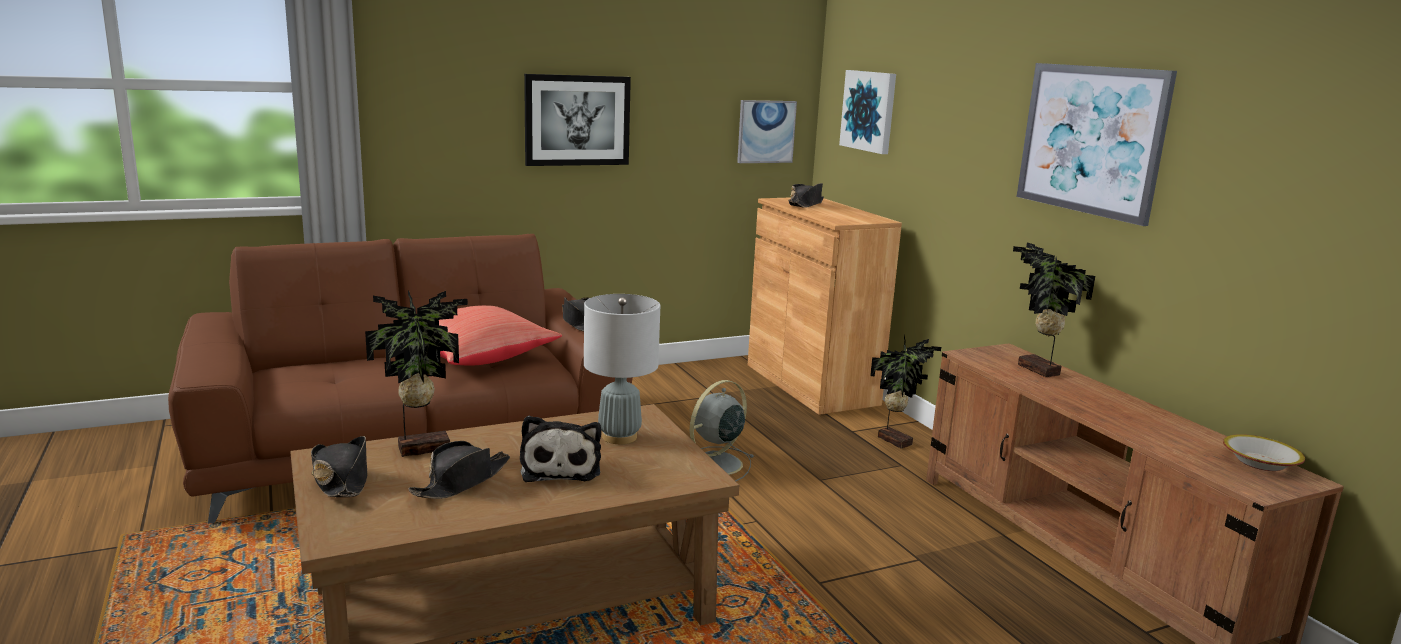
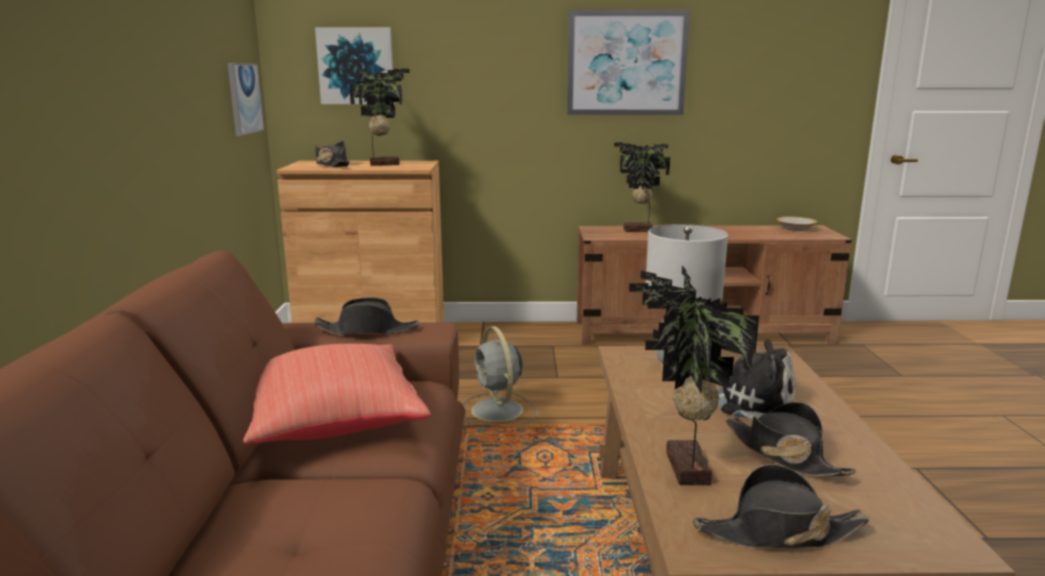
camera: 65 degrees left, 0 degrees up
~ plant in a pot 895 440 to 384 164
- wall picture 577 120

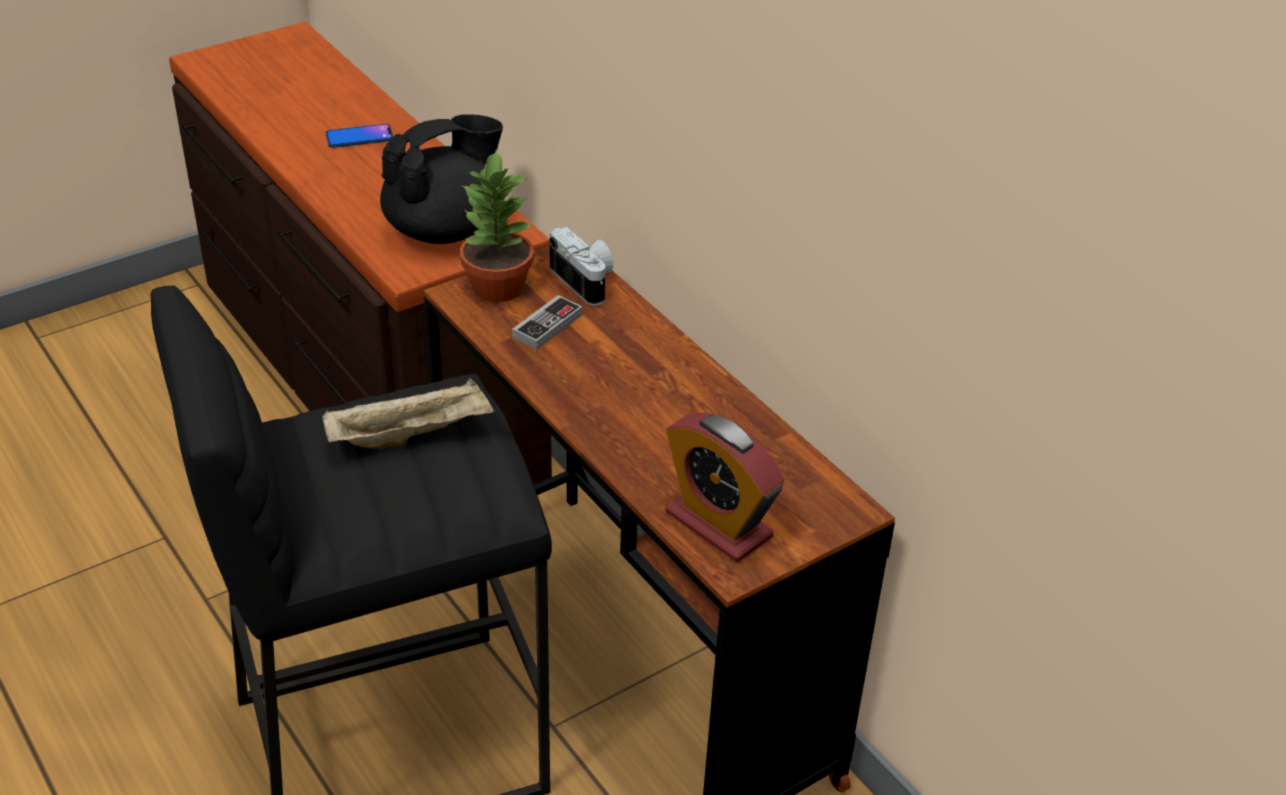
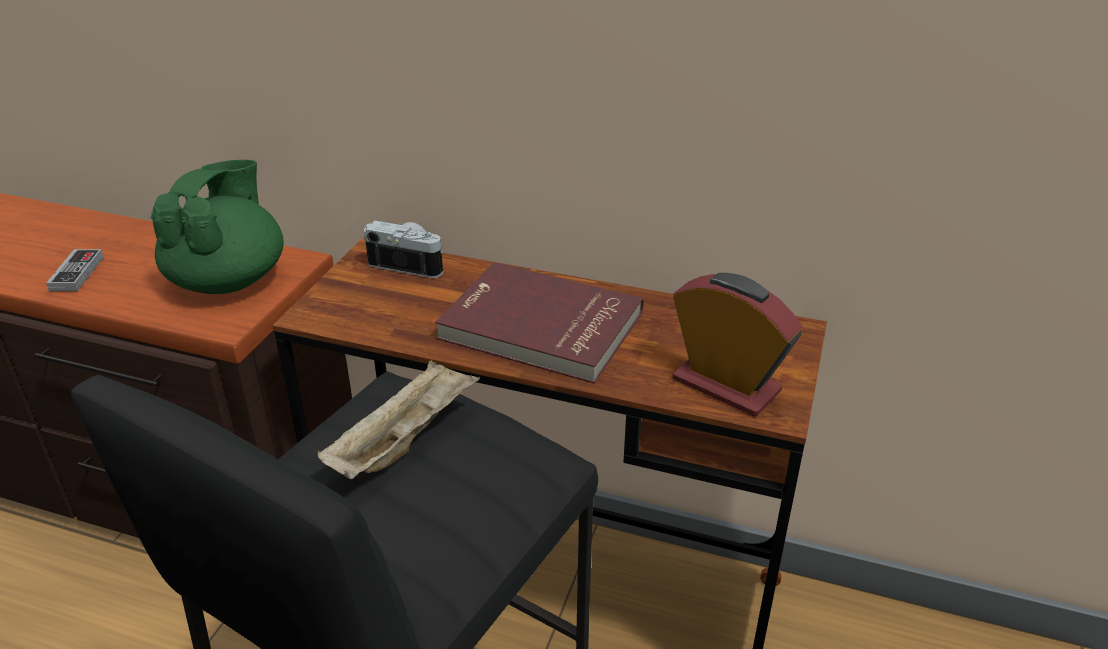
camera: 35 degrees left, 5 degrees down
~ game controller 547 326 to 77 273
~ blackish tea pot 445 230 to green tea pot 229 280
+ red-coloured bound book 539 328
~ bedside clock 718 524 = 726 385 150 degrees counterclockwise
- handset 359 137
- plant in a pot 497 288

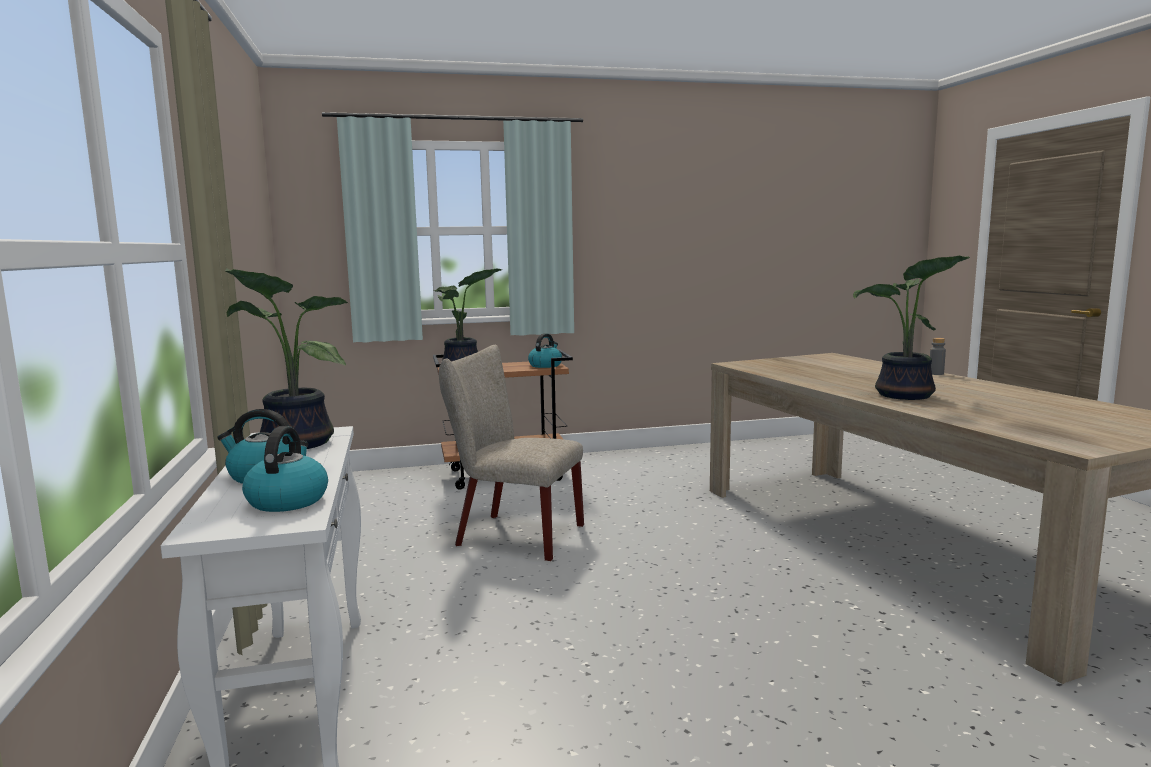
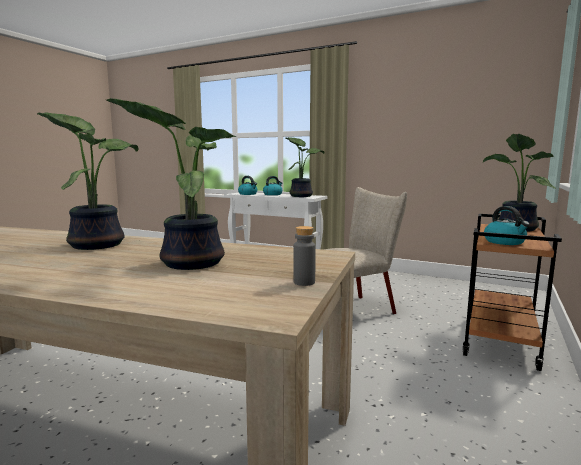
camera: 130 degrees right, 0 degrees up
+ plant in a pot 190 262
~ gray beverage bottle 936 374 to 304 282

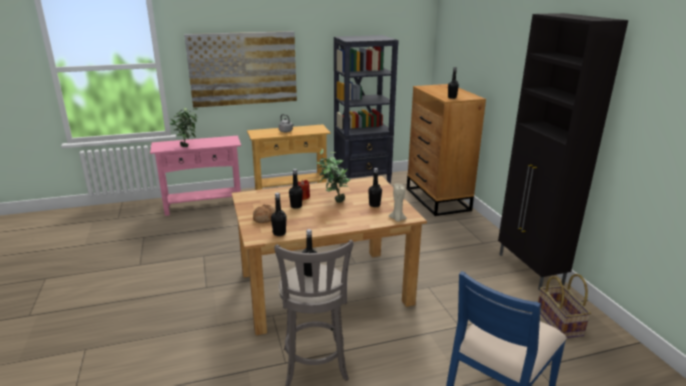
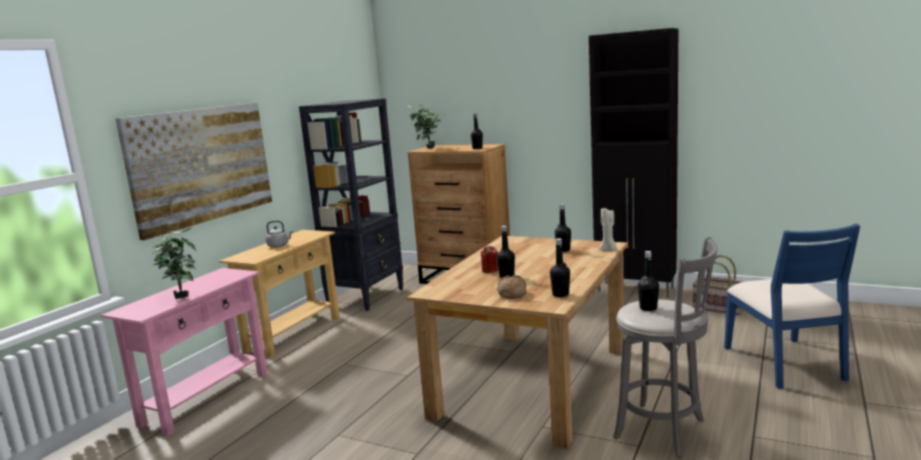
camera: 45 degrees left, 10 degrees down
~ plant in a pot 333 201 to 427 148

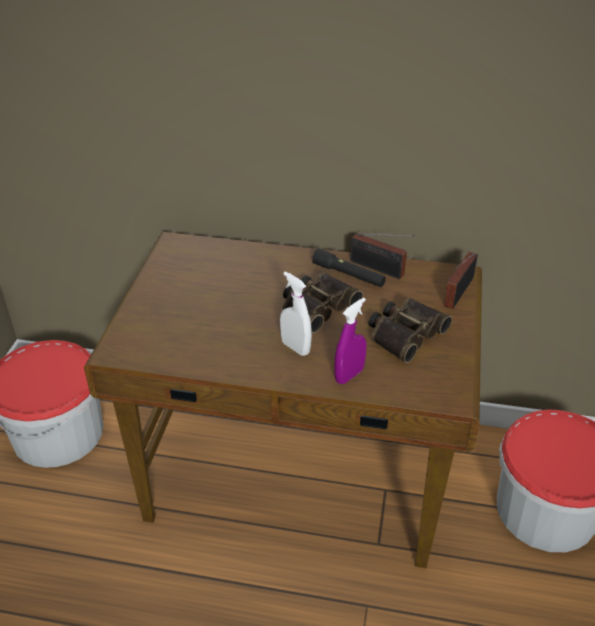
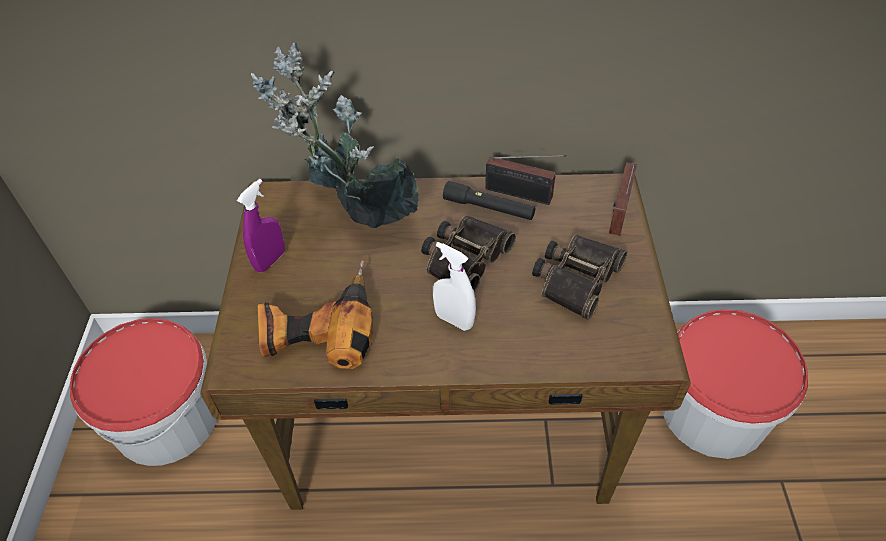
camera: 10 degrees left, 10 degrees up
~ purple spray bottle 349 375 to 270 260
+ plant in a pot 355 216
+ power drill 318 326

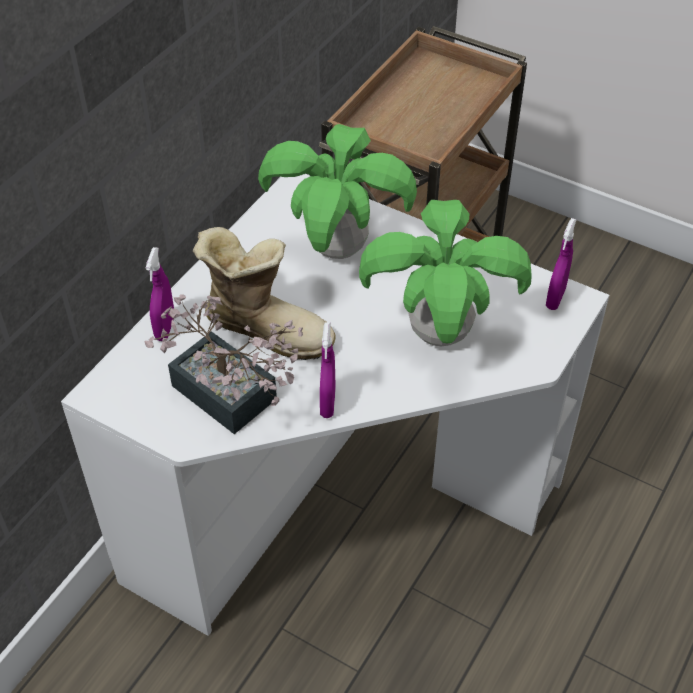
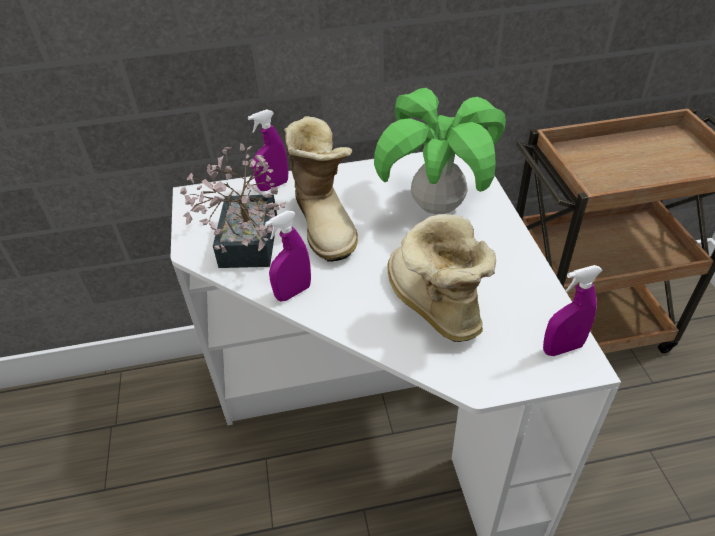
camera: 50 degrees right, 5 degrees down
~ plant in a pot 440 334 to high-top boot 431 306

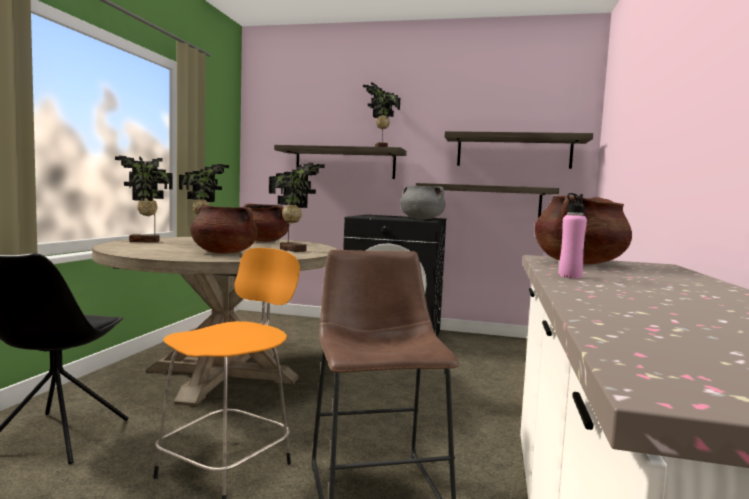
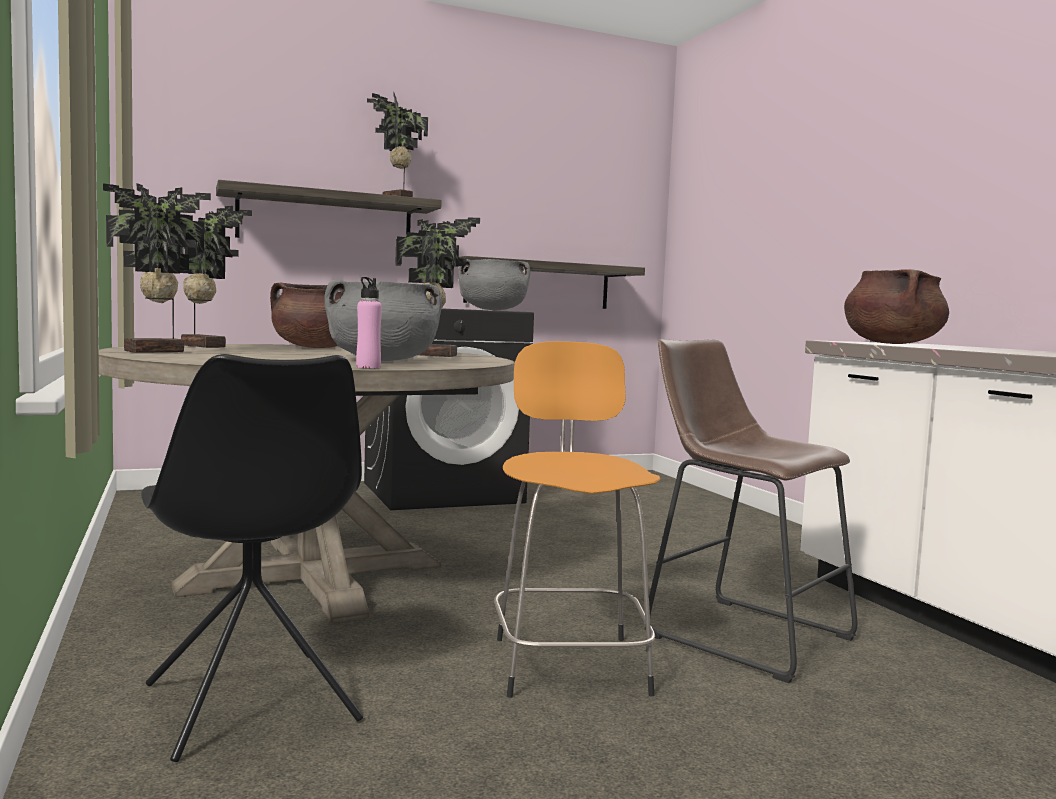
camera: 35 degrees left, 0 degrees up
~ brown-coloured stockpot 223 253 to gray stockpot 382 360
~ pink-coloured beverage bottle 569 276 to 368 367
- shelf 514 152

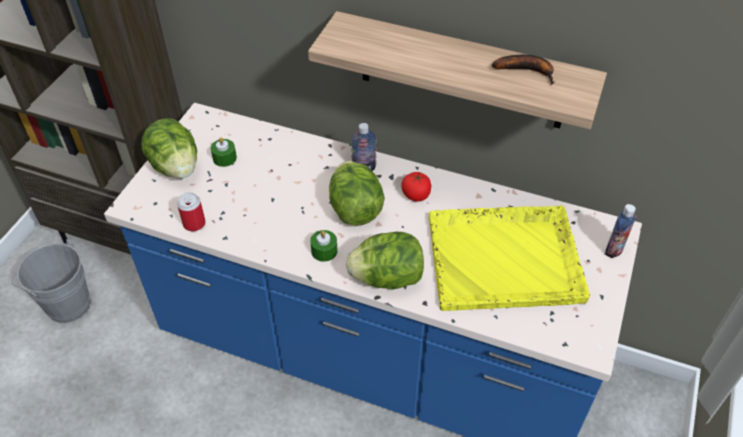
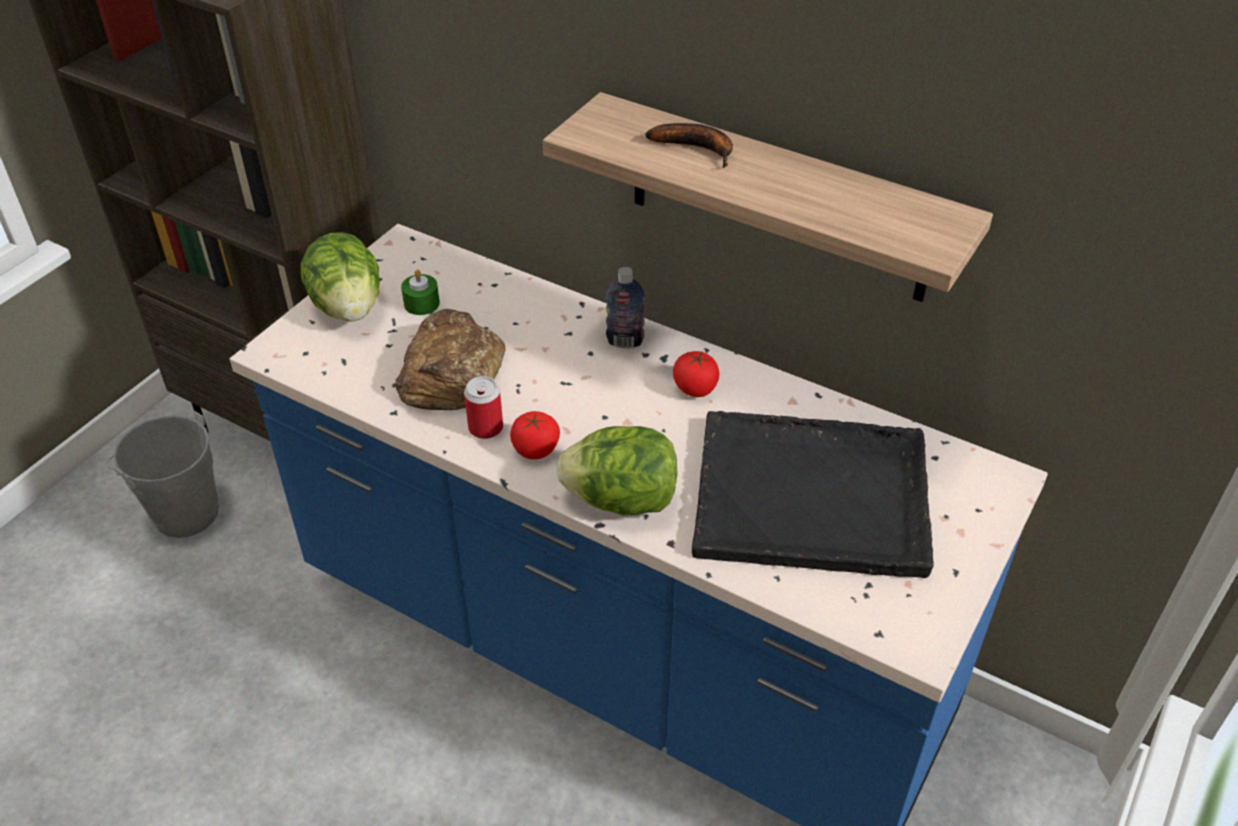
camera: 10 degrees right, 5 degrees down
+ bakery bread 451 372
~ sealed can 194 224 to 485 428
~ green wax candle 324 251 to whole tomato 535 449
~ banana 527 71 to 698 148
~ yellow-coloured serving tray 506 259 to blackish serving tray 814 497
- lettuce head 355 209
- beverage bottle 614 250

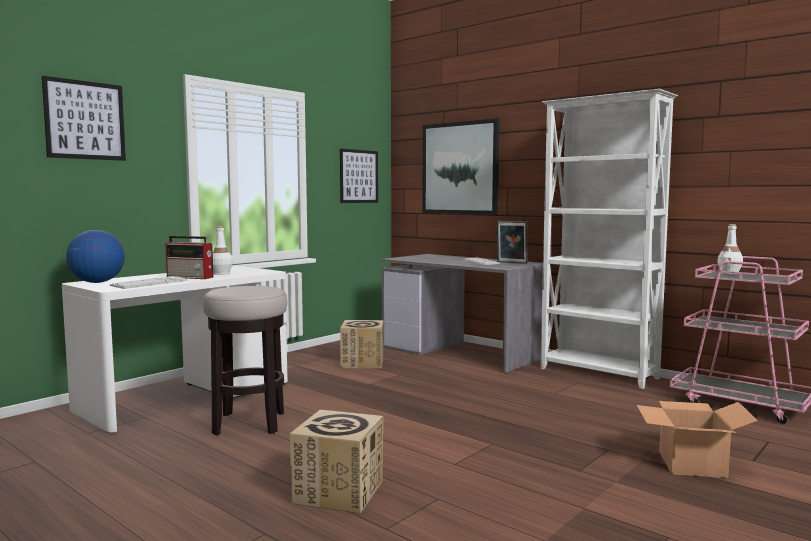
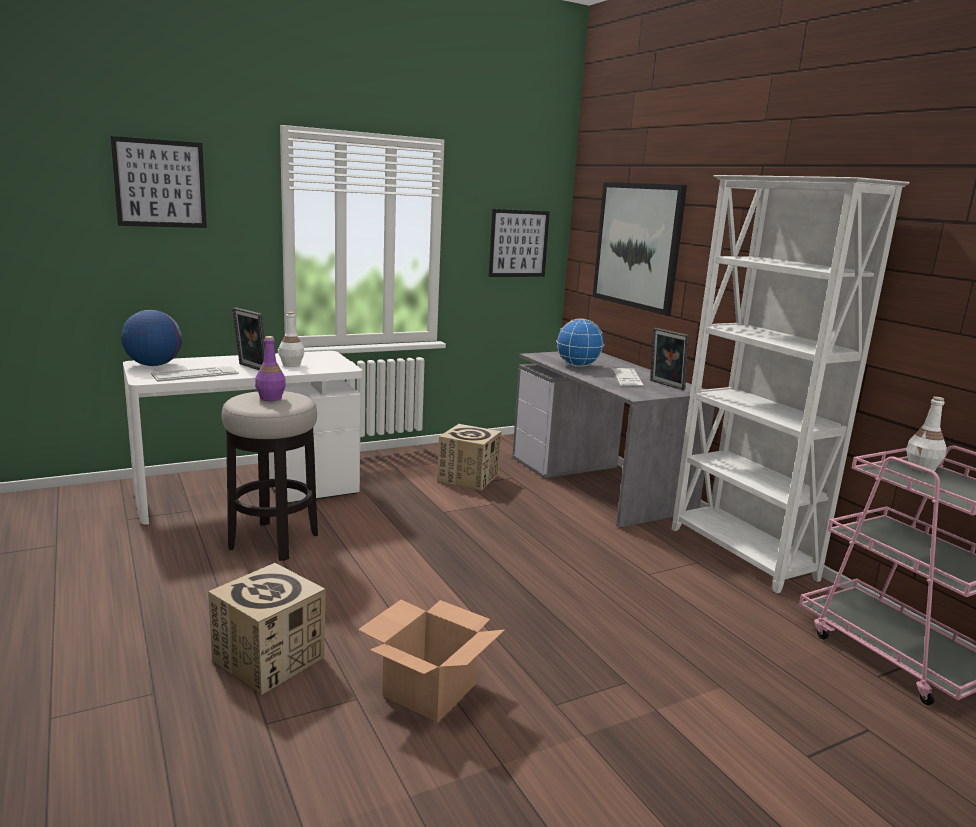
camera: 20 degrees right, 10 degrees up
~ radio 191 277 to picture frame 251 368
+ purple beverage bottle 271 398
~ cardboard box 693 465 to 429 691
+ globe 578 366

